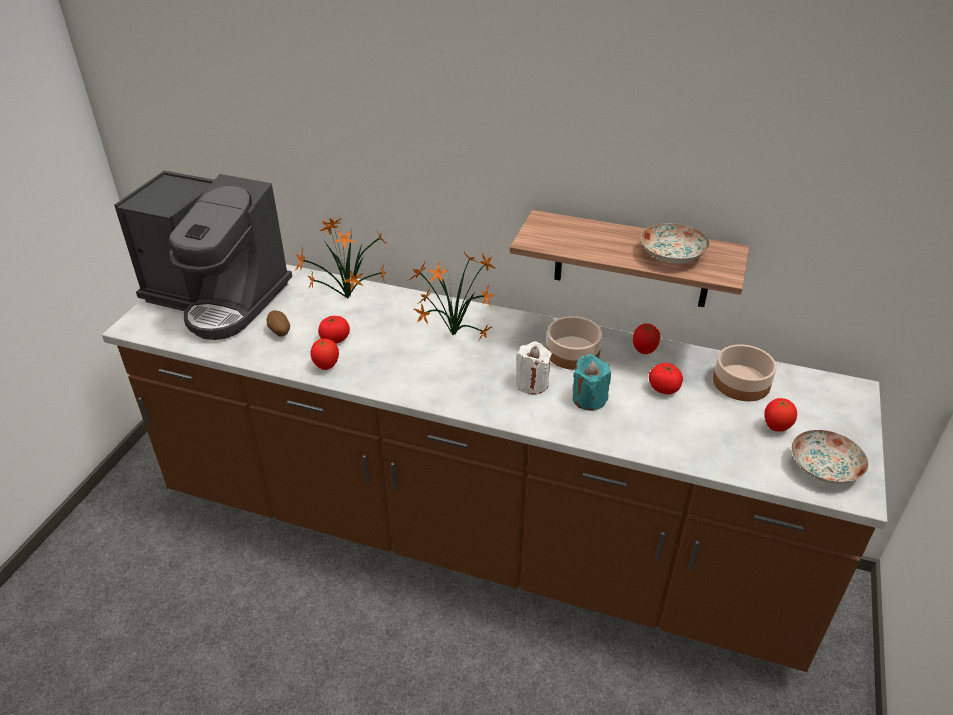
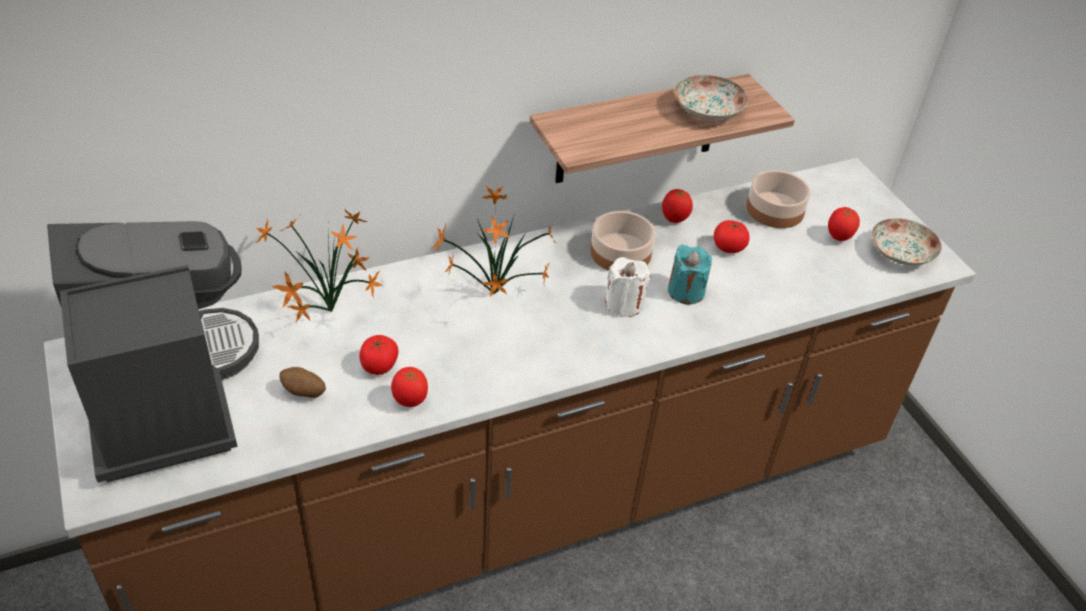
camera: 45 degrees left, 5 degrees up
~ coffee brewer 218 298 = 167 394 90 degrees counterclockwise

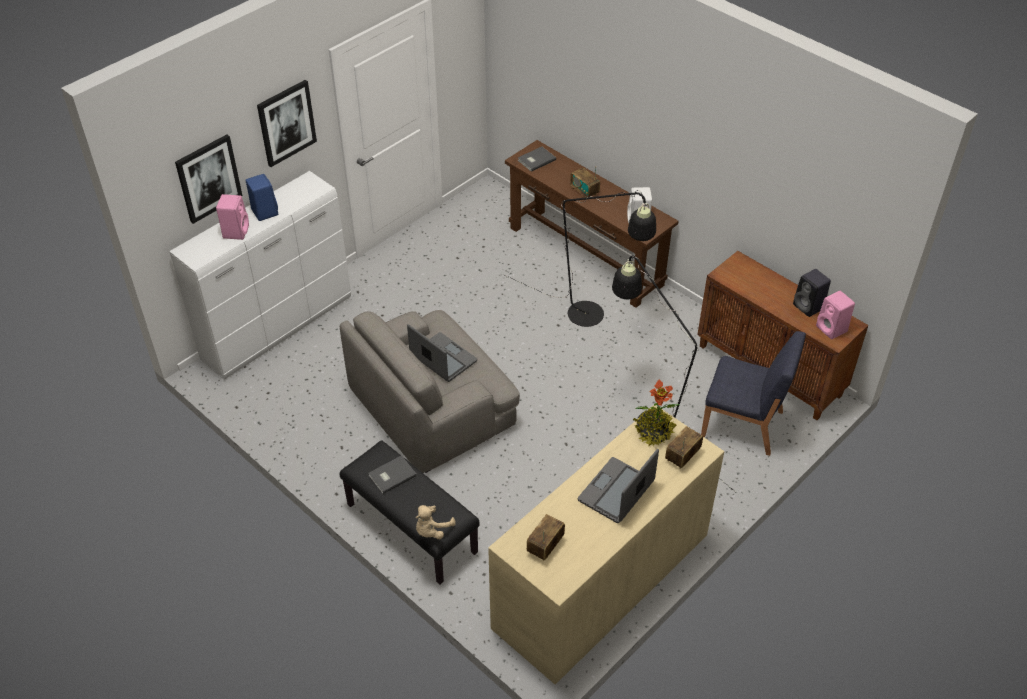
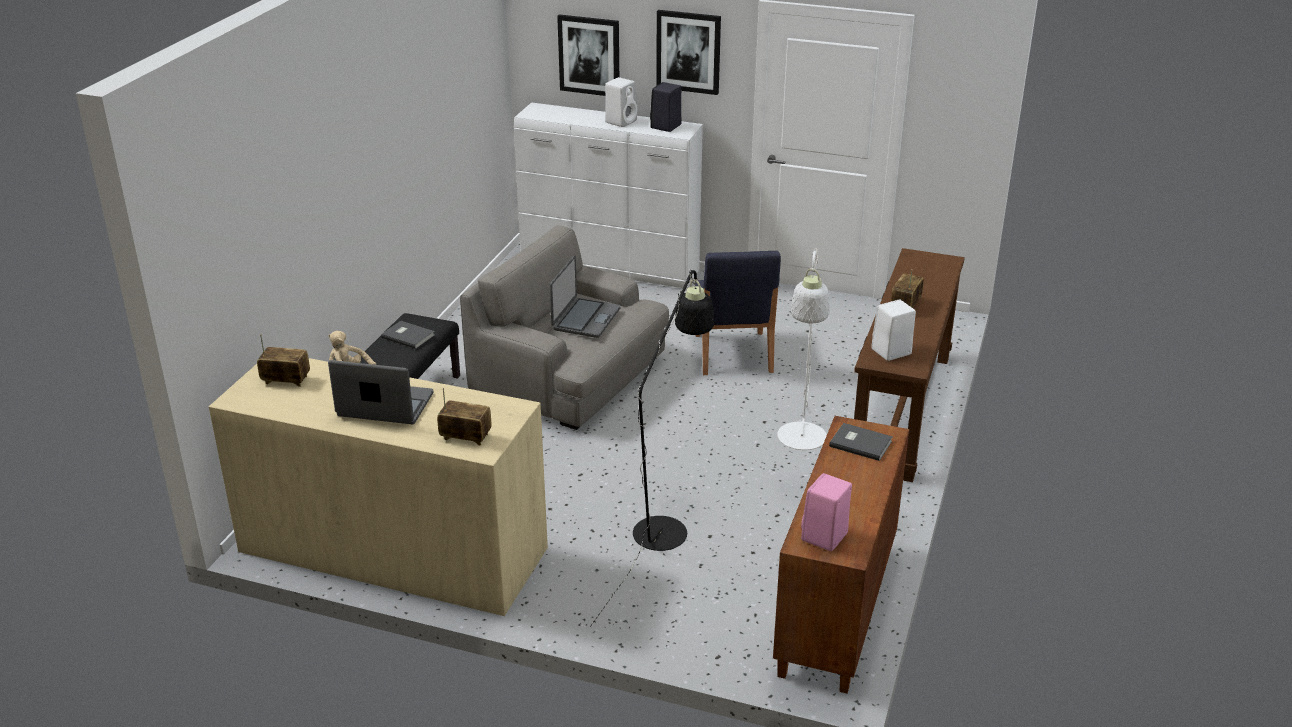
camera: 65 degrees right, 15 degrees down
~ blue loudspeaker 264 211 to white loudspeaker 621 121
~ blackish loudspeaker 809 307 to 665 127
~ blue chair 743 424 to 732 354
~ blackish standard lamp 594 317 to white standard lamp 801 443
~ gray bound book 535 160 to 860 443
- pink-coloured loudspeaker 236 231
- plant in a pot 653 432

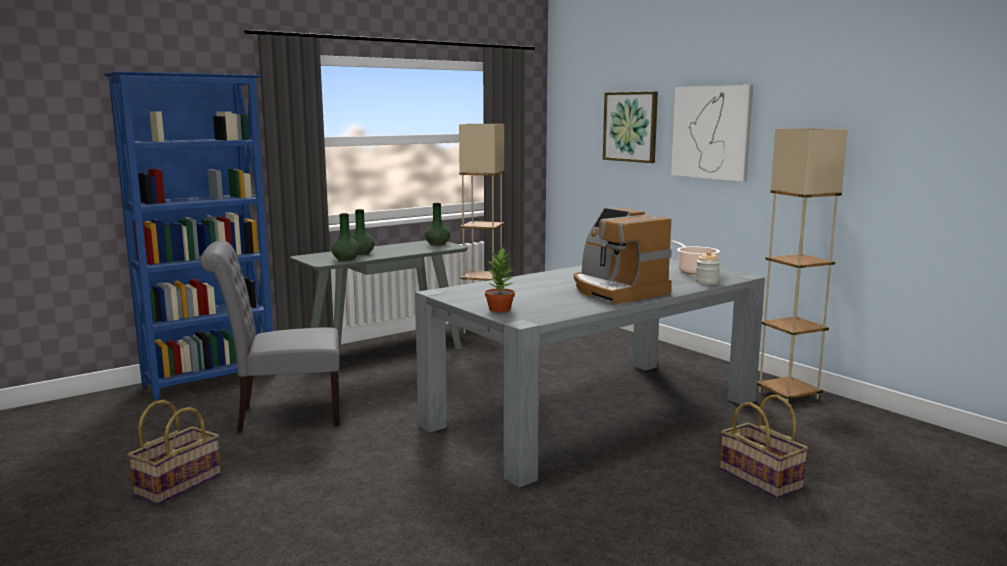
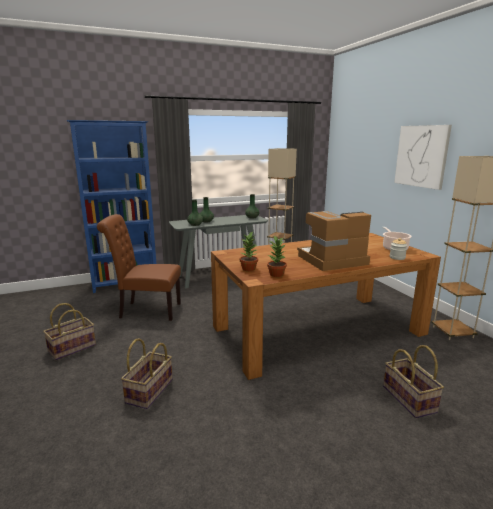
camera: 15 degrees right, 5 degrees up
~ gray chair 282 416 to brown-coloured chair 146 311
+ household basket 150 391
~ gray kitchen table 593 413 to brown-coloured kitchen table 318 330
+ plant in a pot 276 274
~ coffee brewer 616 291 = 331 260 90 degrees clockwise
- wall picture 631 126

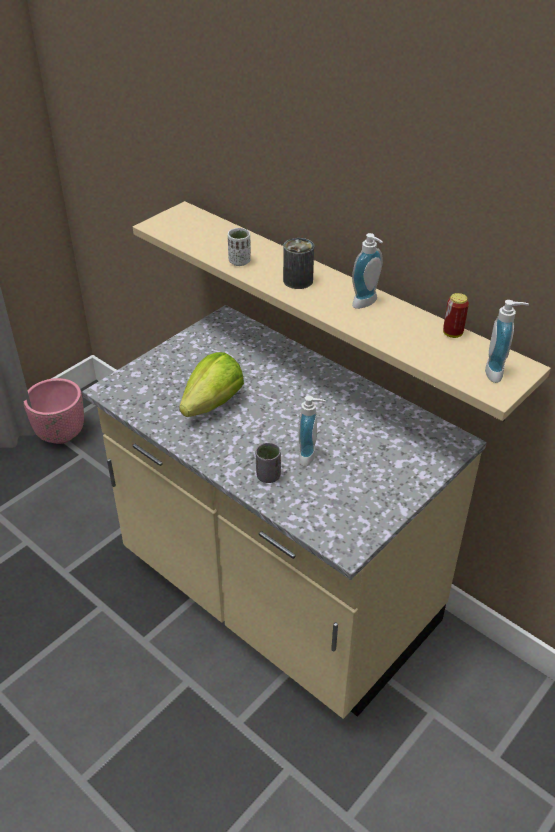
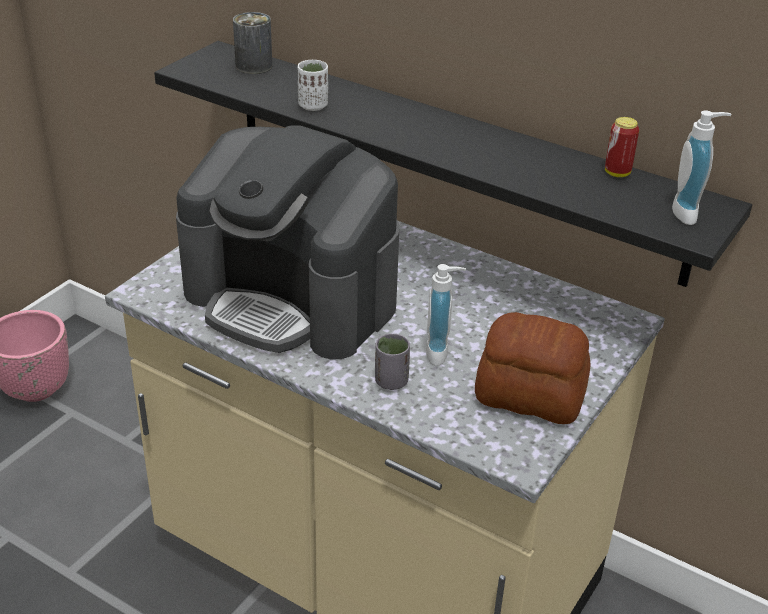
camera: 10 degrees left, 5 degrees down
~ sand-coloured shelf 341 305 to blackish shelf 450 158
~ lettuce head 213 404 to coffee brewer 293 298
~ sealed can 298 280 to 254 66
+ bakery bread 531 395
- liquid soap bottle 367 304

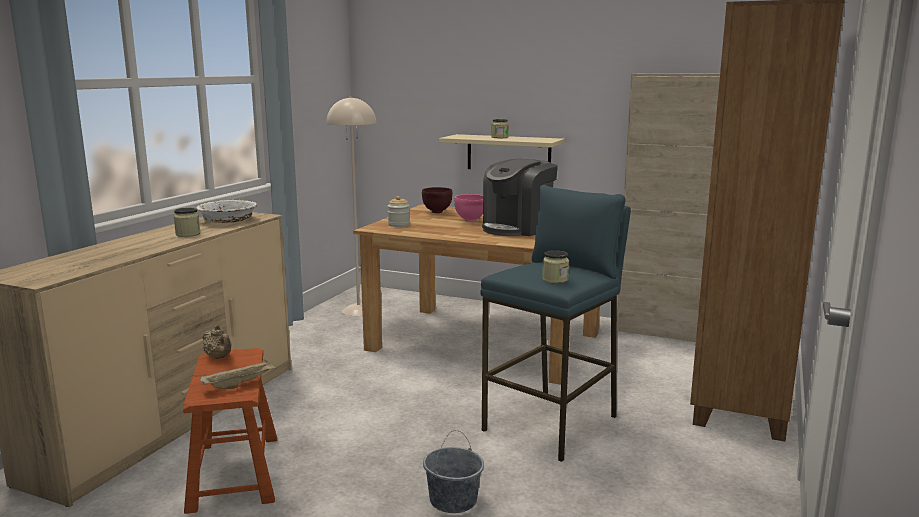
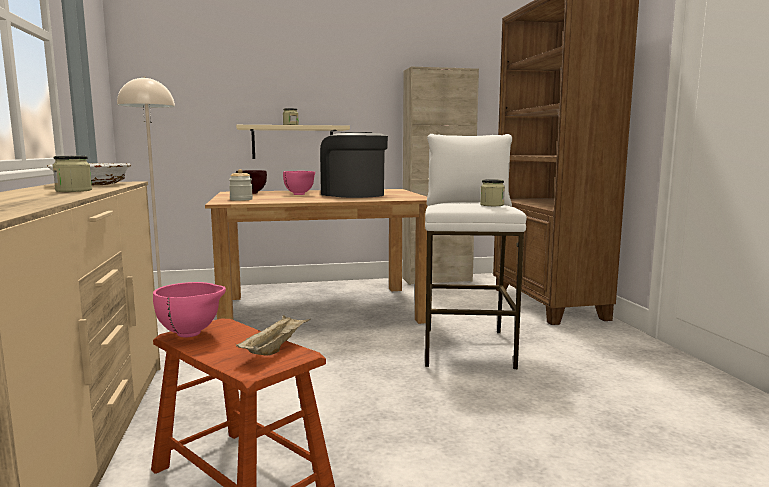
camera: 35 degrees left, 5 degrees down
~ sand-coloured tea pot 219 357 to pink-coloured bowl 192 334
~ coffee brewer 518 228 = 353 194 135 degrees clockwise
~ blue sitting stool 552 423 to white sitting stool 467 348
- gray pail 453 500

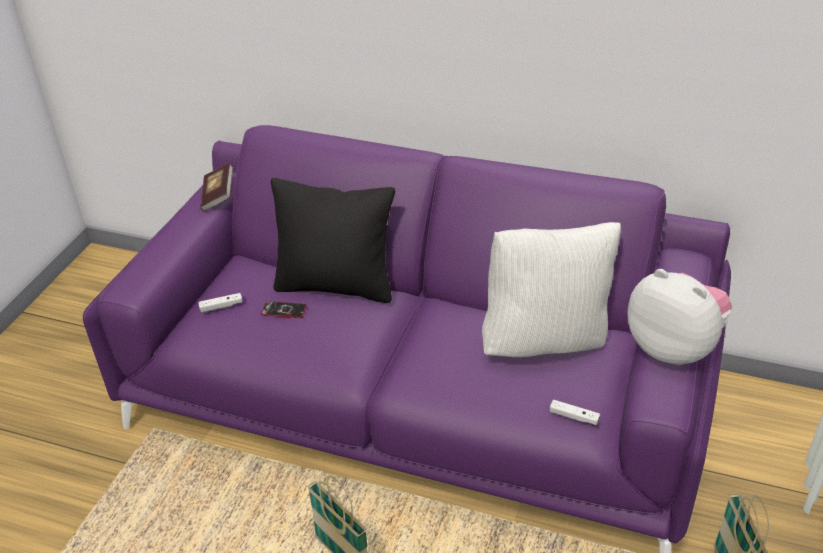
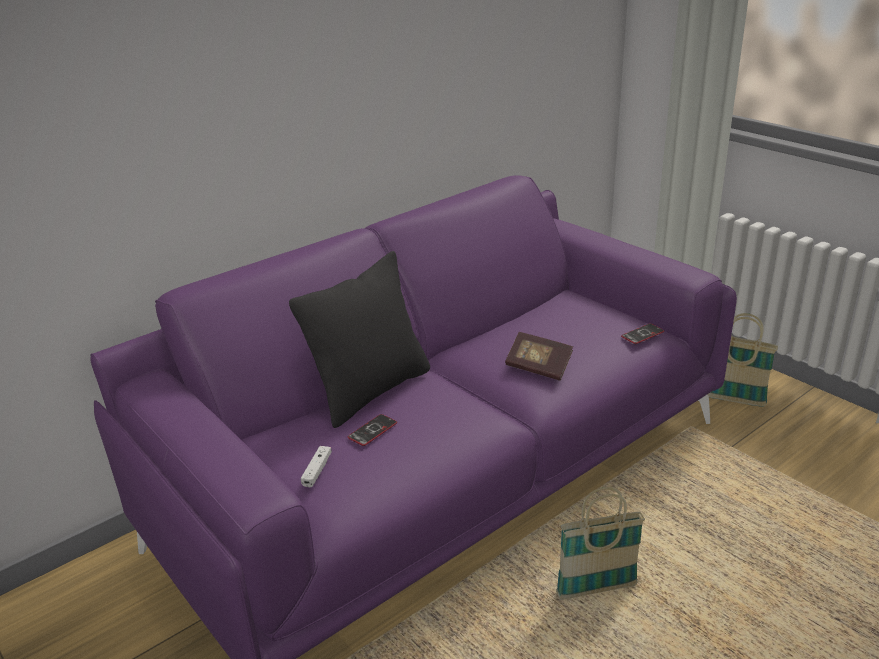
camera: 60 degrees left, 10 degrees down
~ bound book 218 196 to 538 367
~ white game controller 574 417 to handset 642 334
- white throw pillow 546 341
- plush toy 674 347

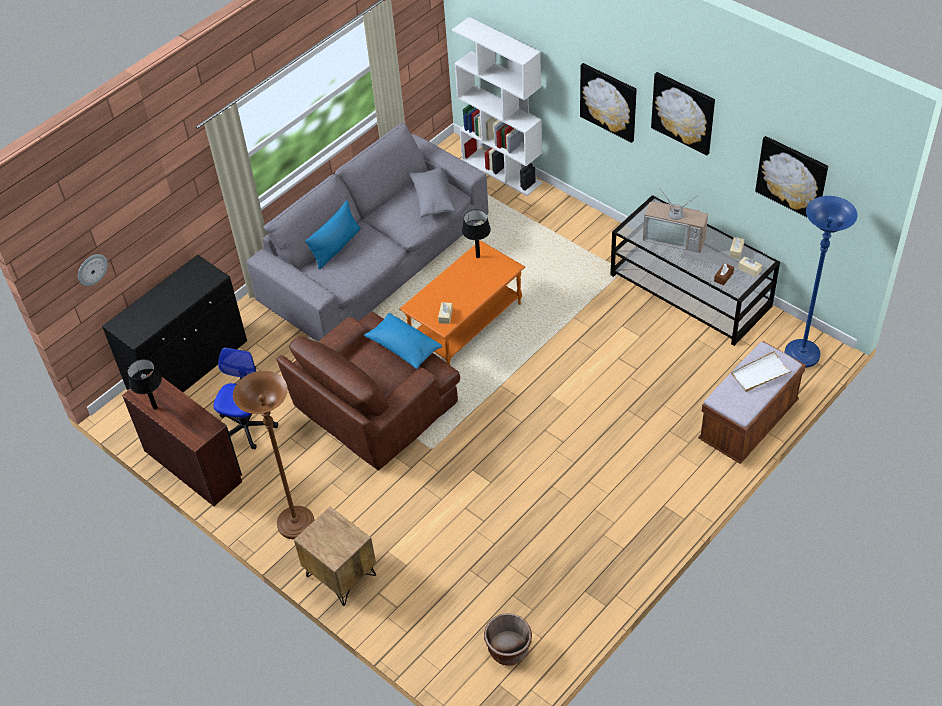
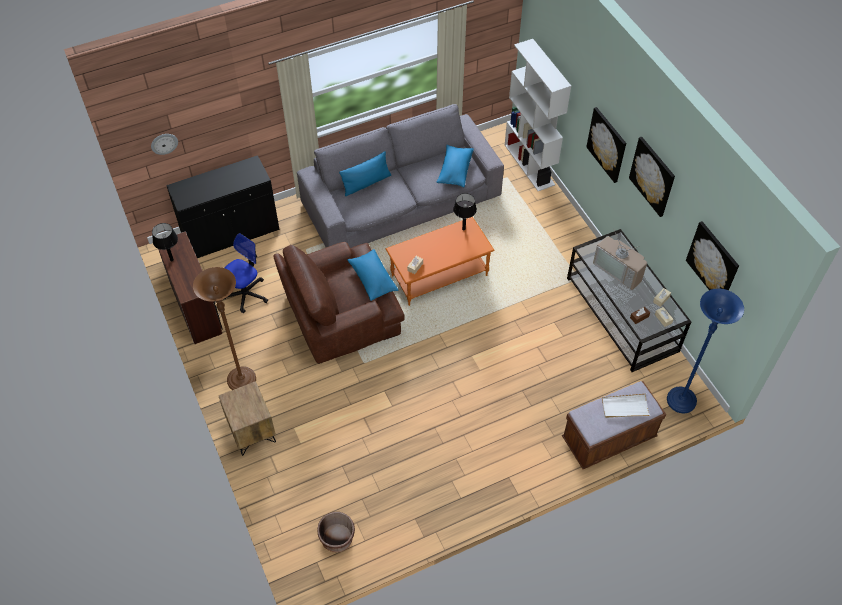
camera: 20 degrees right, 5 degrees up
~ gray throw pillow 432 199 to blue throw pillow 455 171

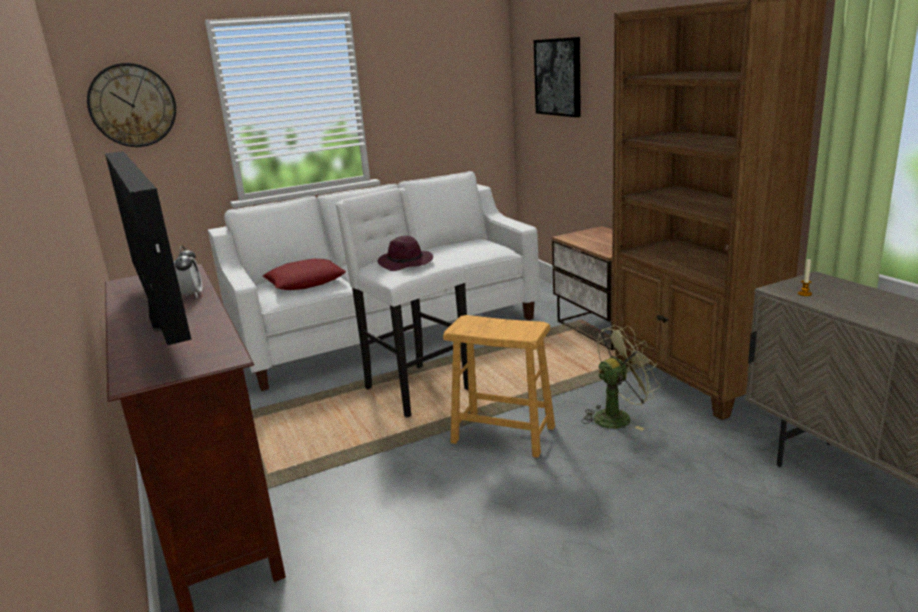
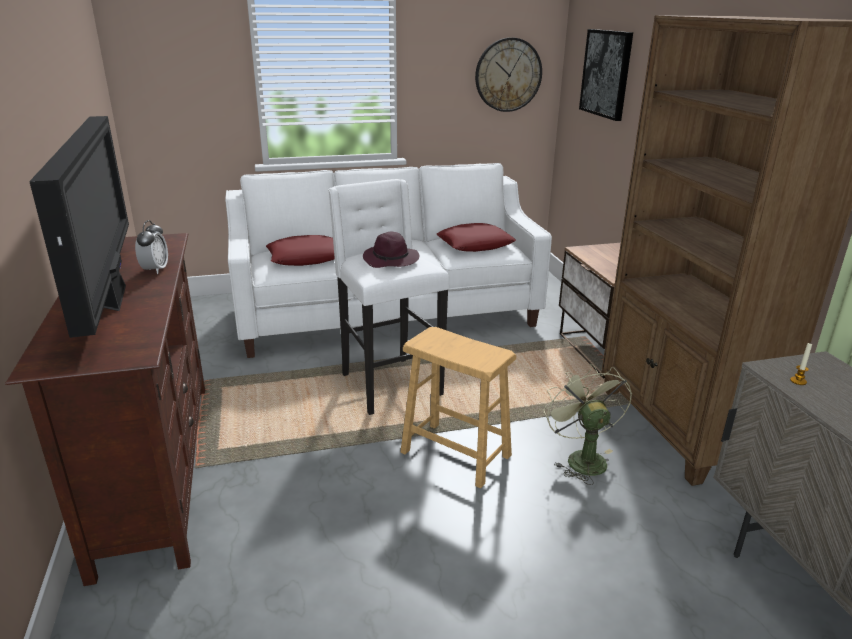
camera: 10 degrees right, 5 degrees up
+ red-coloured throw pillow 475 244
~ clock on the wall 132 105 to 508 75
~ green electric fan 618 416 = 581 458 90 degrees counterclockwise

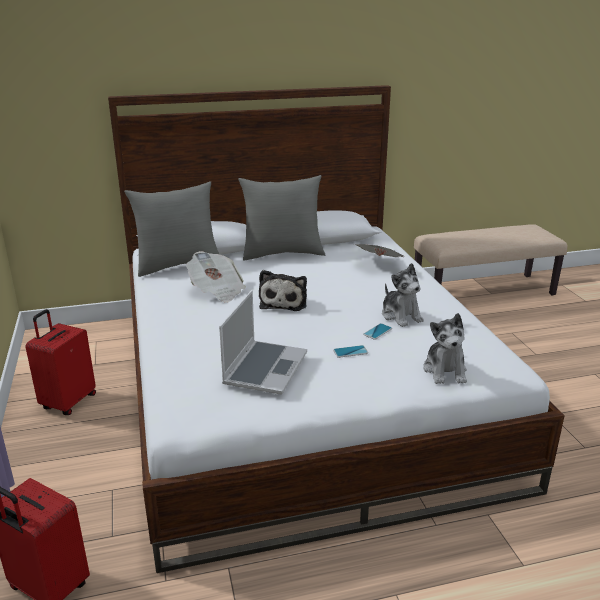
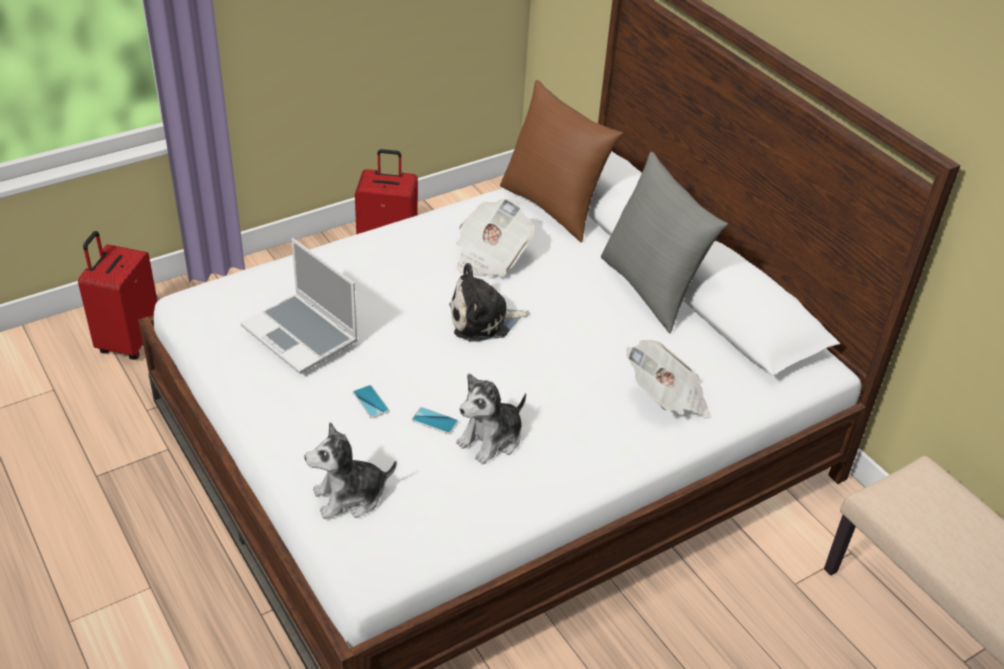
camera: 70 degrees right, 15 degrees up
~ portable computer 265 368 = 302 335 45 degrees clockwise
~ gray throw pillow 178 265 to brown-coloured throw pillow 553 207

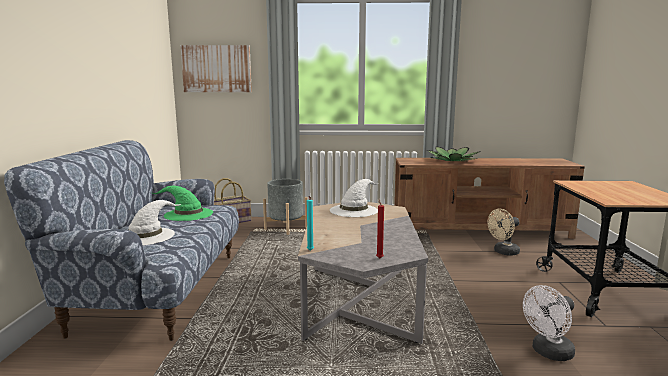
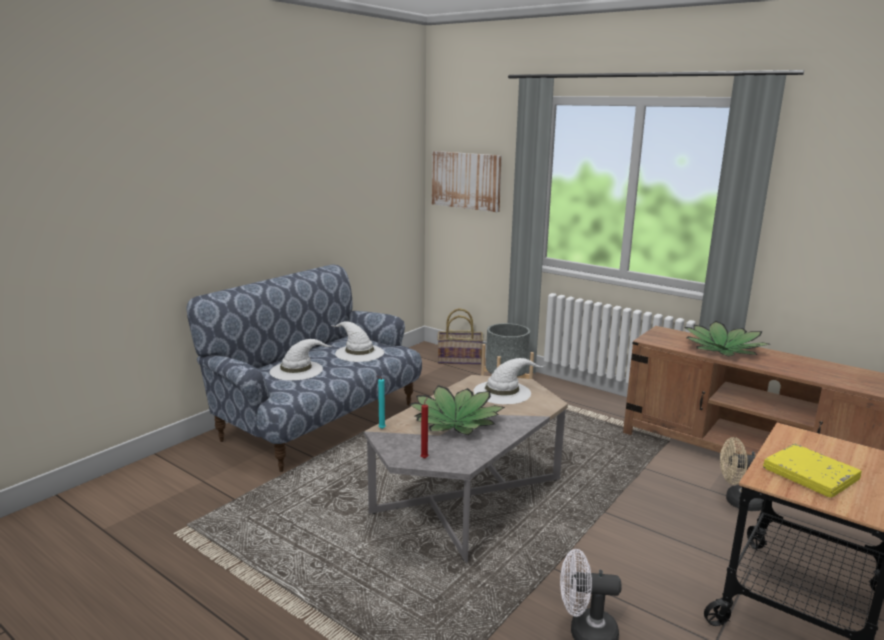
camera: 35 degrees right, 5 degrees up
~ green hat 187 214 to white hat 358 353
+ plant in a pot 455 421
+ yellow-coloured bound book 810 475

